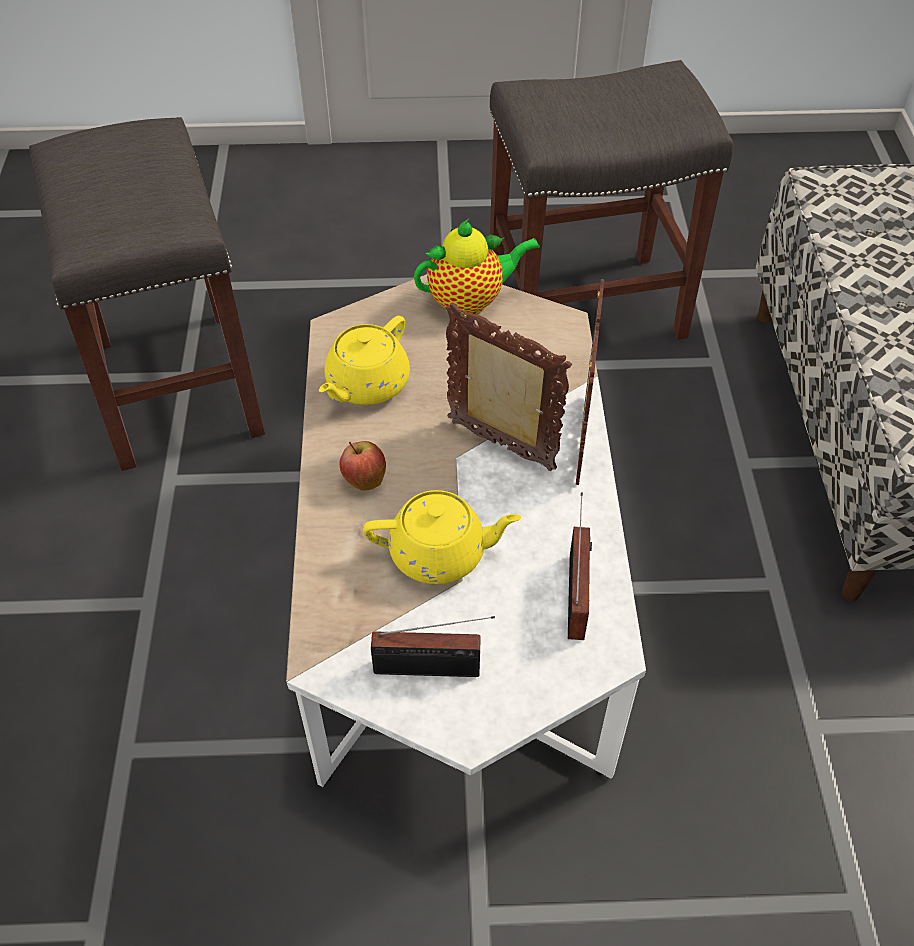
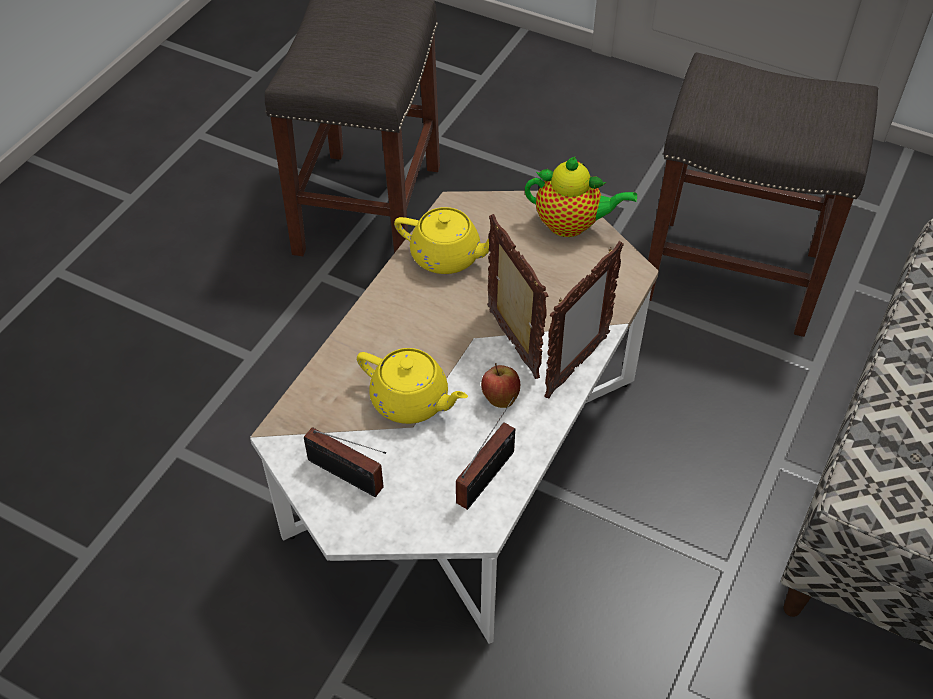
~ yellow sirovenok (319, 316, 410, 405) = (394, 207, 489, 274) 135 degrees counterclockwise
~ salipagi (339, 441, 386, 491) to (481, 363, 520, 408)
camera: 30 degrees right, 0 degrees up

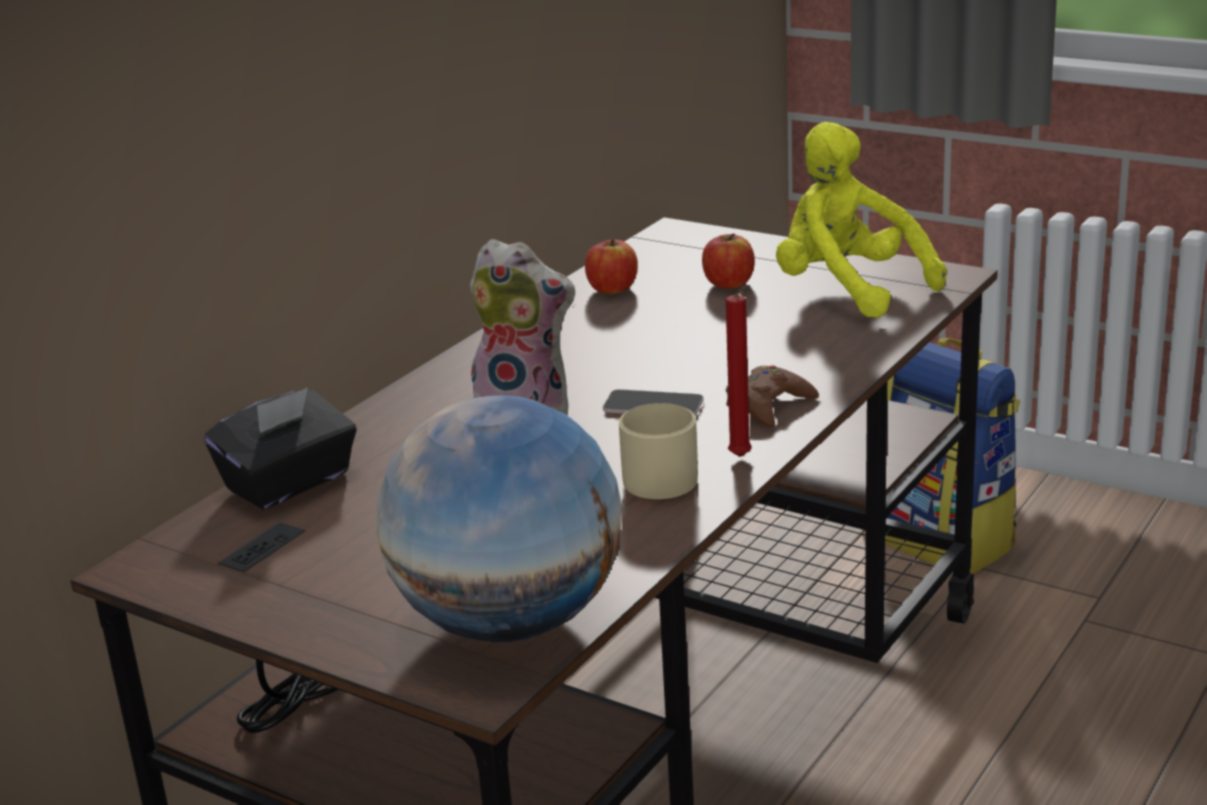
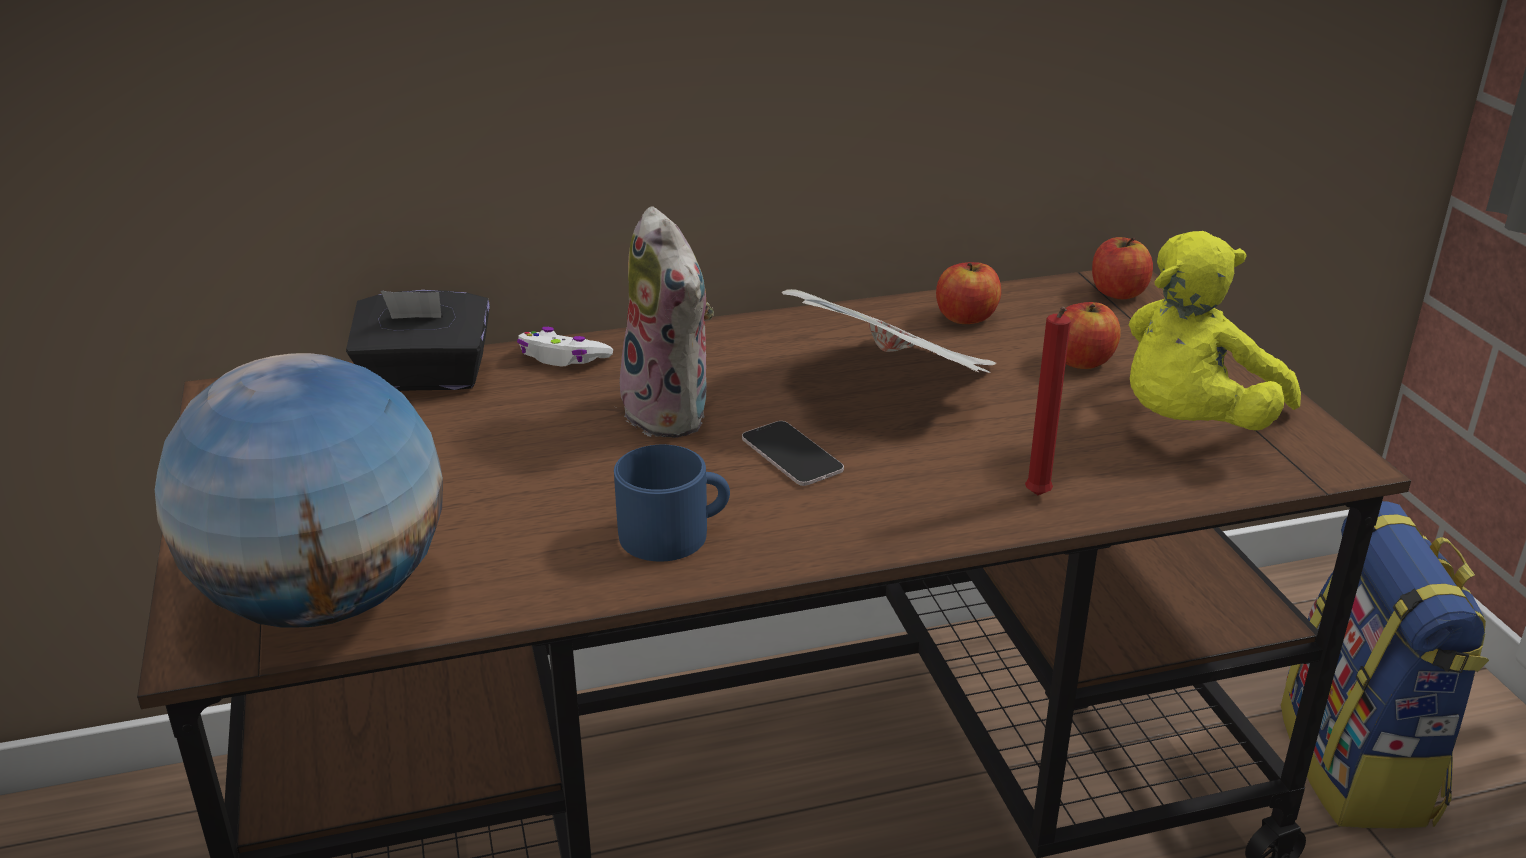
~ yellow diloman (776, 122, 947, 318) = (1128, 231, 1301, 430) 135 degrees counterclockwise
~ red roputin (726, 285, 752, 457) to (1025, 307, 1071, 495)
- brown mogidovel (726, 365, 819, 427)
~ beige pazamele (619, 403, 698, 499) to blue pazamele (614, 445, 730, 561)
+ salipagi (1092, 237, 1153, 299)
+ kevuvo (781, 289, 996, 373)
+ white mogidovel (517, 327, 613, 367)
camera: 40 degrees right, 5 degrees up

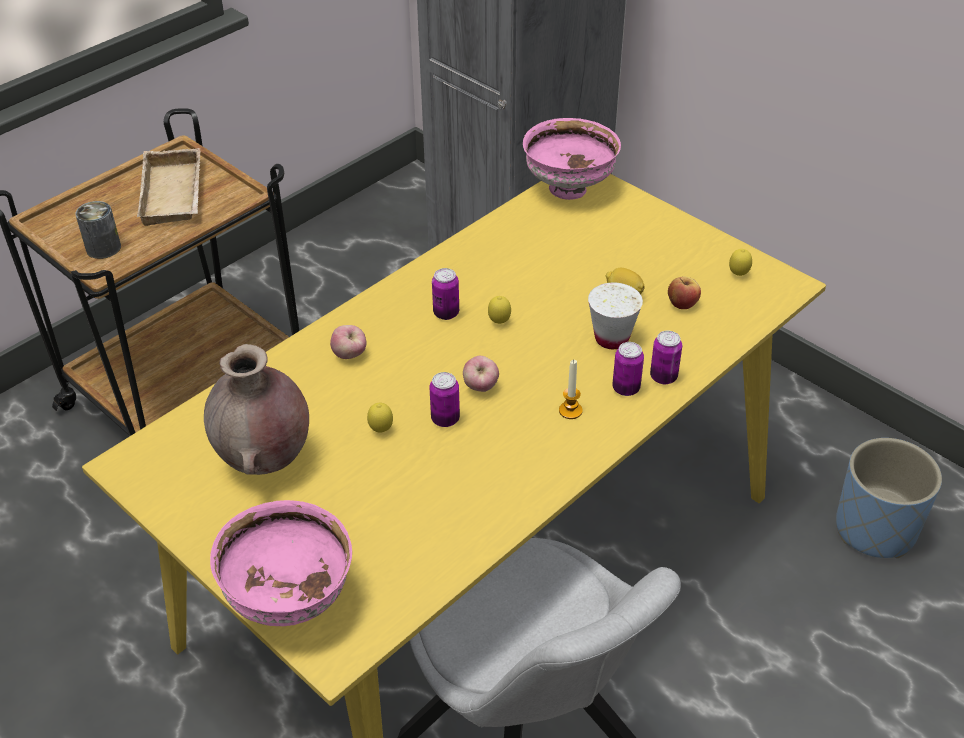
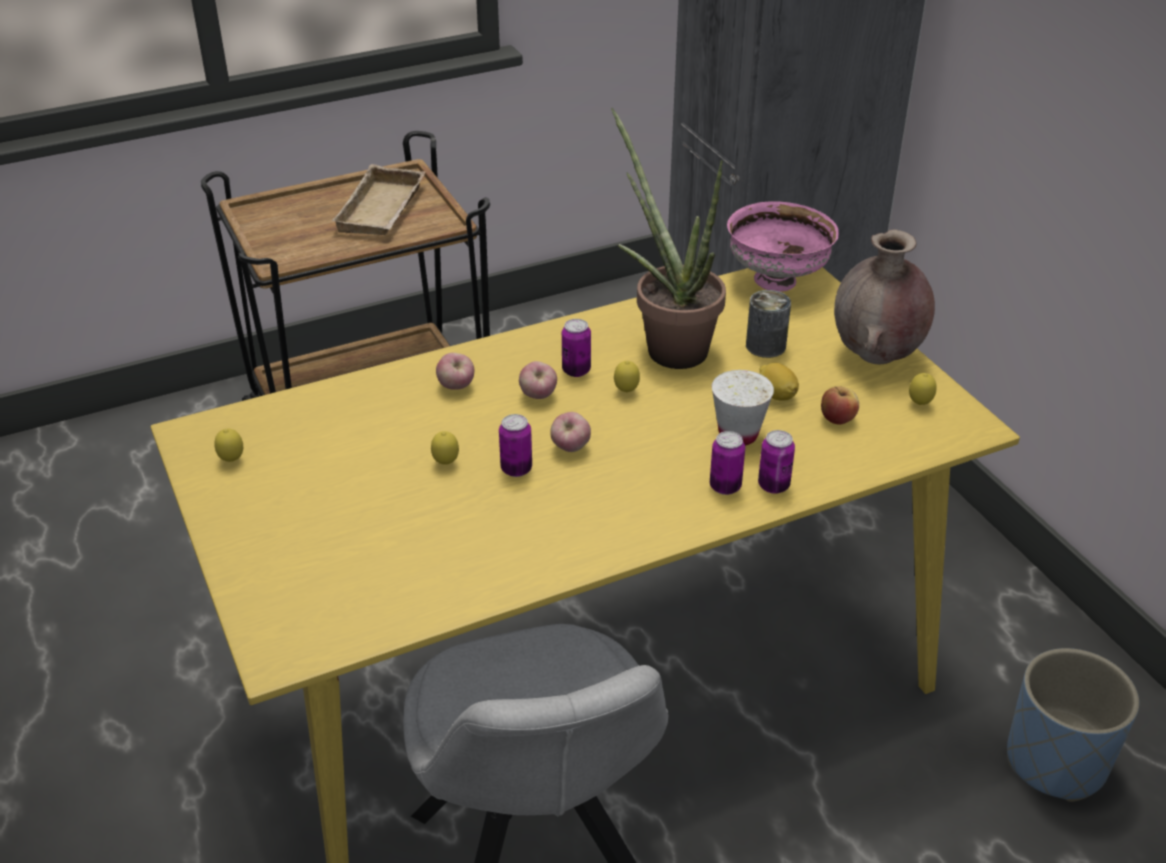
~ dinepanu (76, 201, 121, 259) to (746, 290, 791, 358)
~ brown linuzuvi (204, 344, 309, 475) to (834, 229, 935, 364)
- roputin (559, 360, 583, 419)
- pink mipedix (210, 500, 352, 626)
+ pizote (611, 108, 726, 369)
+ salipagi (519, 361, 557, 399)
+ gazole (214, 429, 243, 462)
camera: 20 degrees right, 5 degrees down

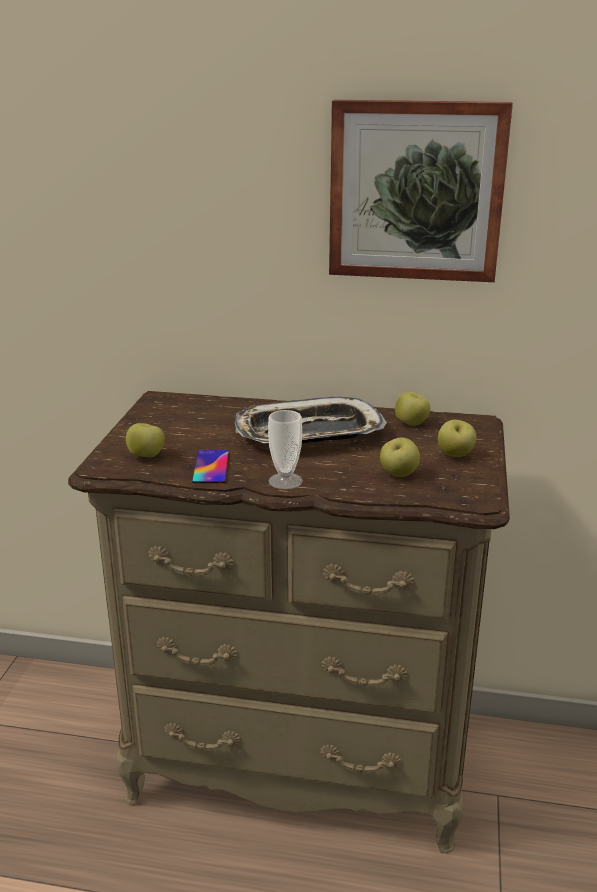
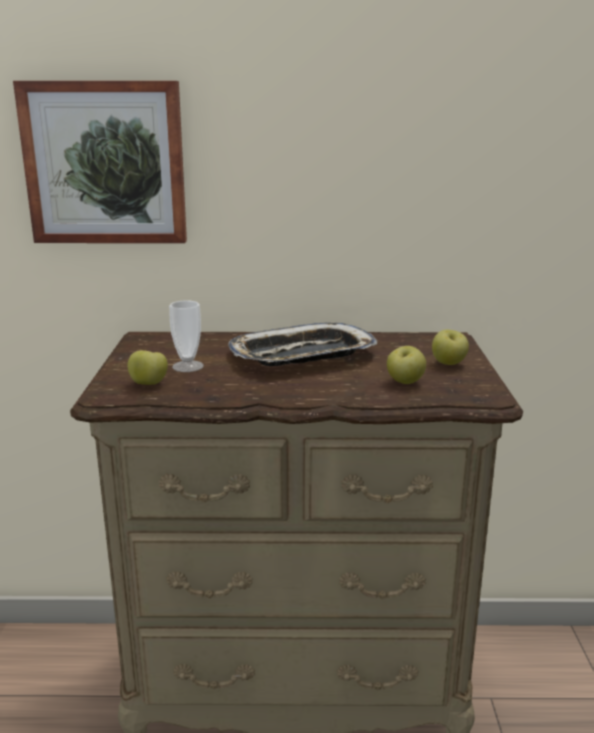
~ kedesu (329, 100, 513, 282) to (13, 81, 187, 243)
- salipagi (395, 392, 430, 426)
~ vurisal (268, 410, 303, 490) to (169, 300, 204, 372)
- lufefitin (192, 450, 230, 483)
camera: 10 degrees left, 5 degrees down

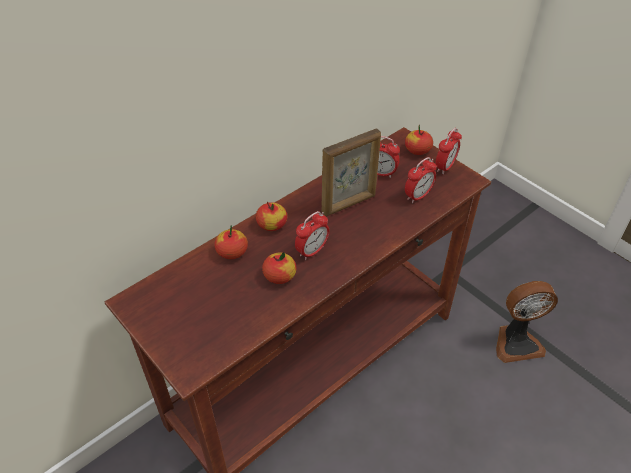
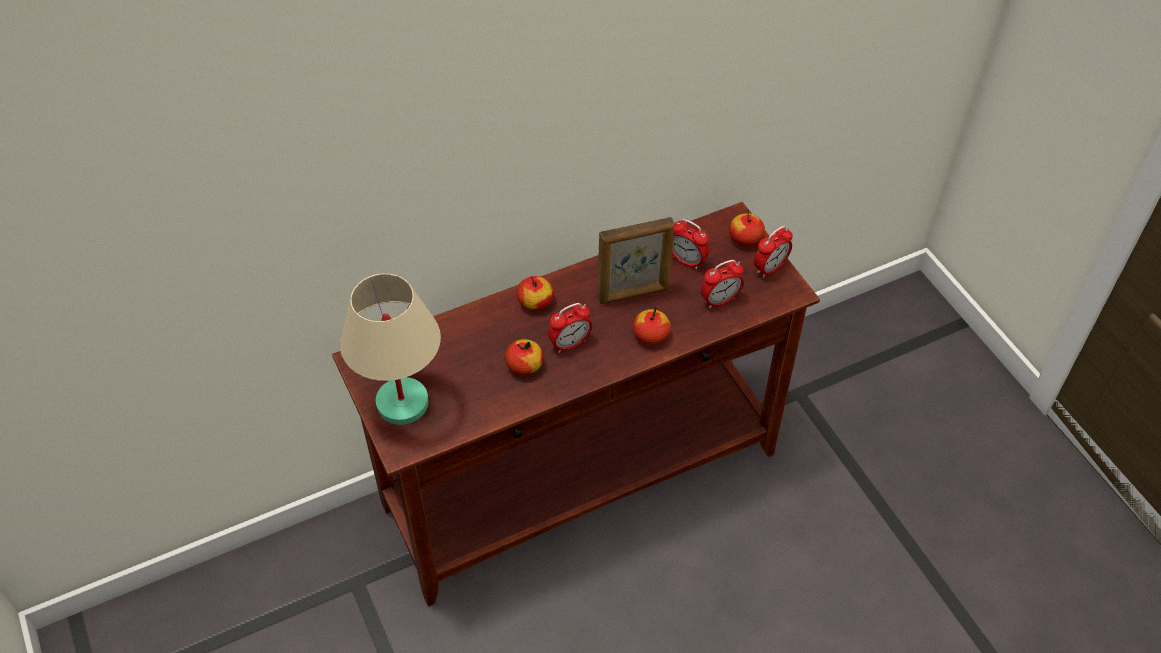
~ salipagi (215, 225, 248, 259) to (633, 307, 671, 345)
- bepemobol (496, 281, 558, 363)
+ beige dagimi (340, 273, 441, 425)
camera: 15 degrees right, 5 degrees up

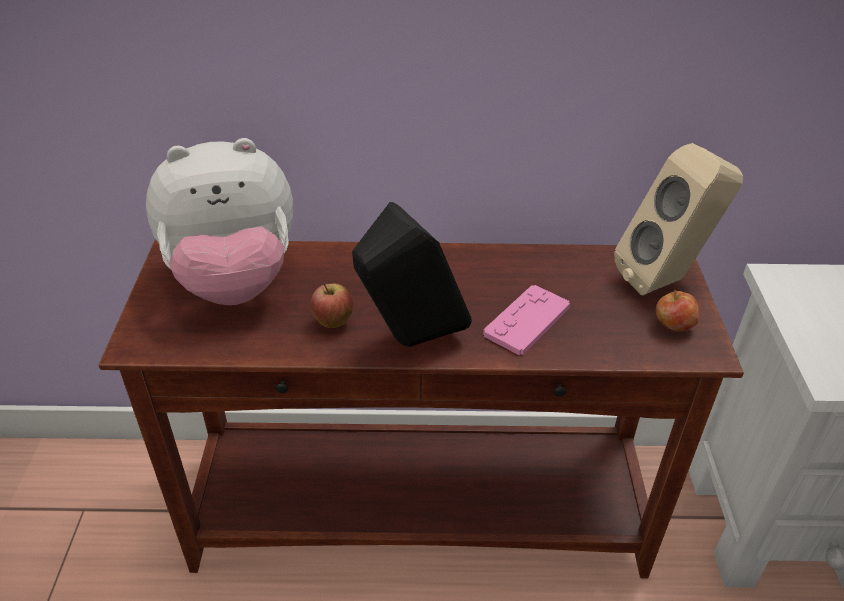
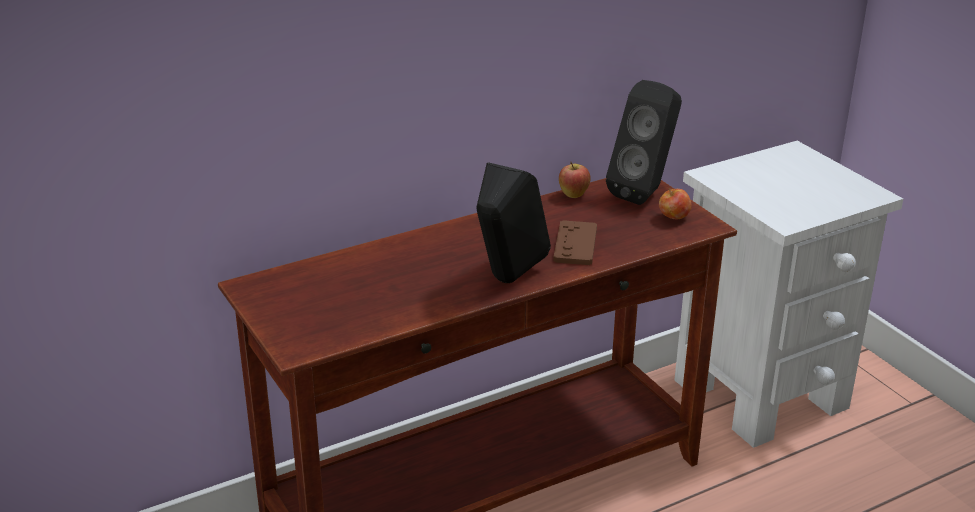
- diloman (146, 138, 293, 305)
~ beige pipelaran (614, 143, 743, 295) to black pipelaran (606, 80, 682, 205)
~ salipagi (311, 282, 353, 328) to (559, 162, 591, 198)
~ pink mogidovel (483, 285, 570, 355) to brown mogidovel (553, 220, 597, 265)
camera: 30 degrees left, 10 degrees down

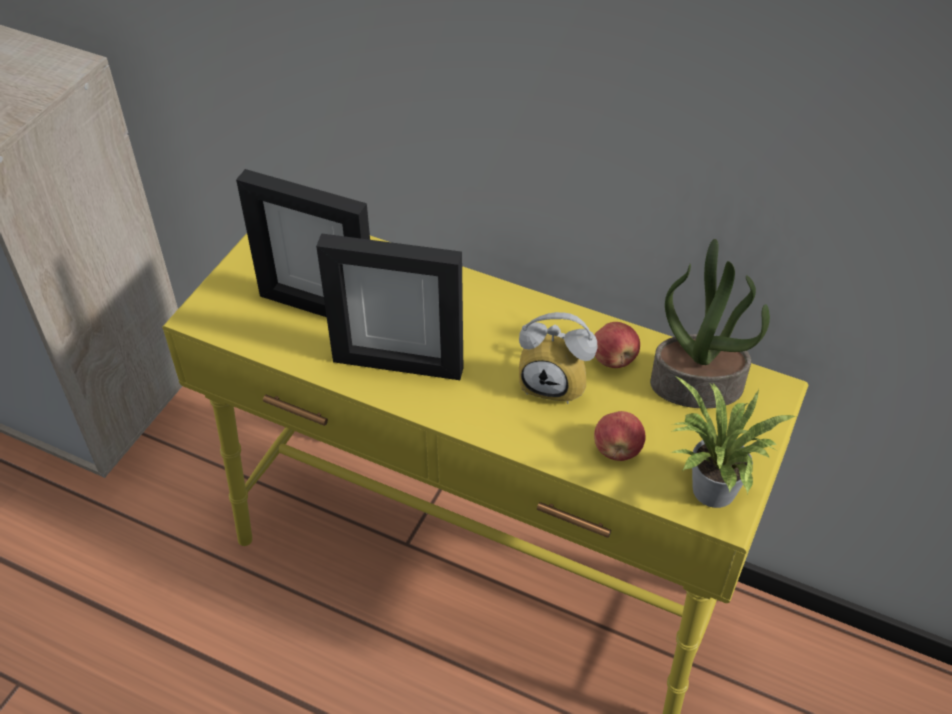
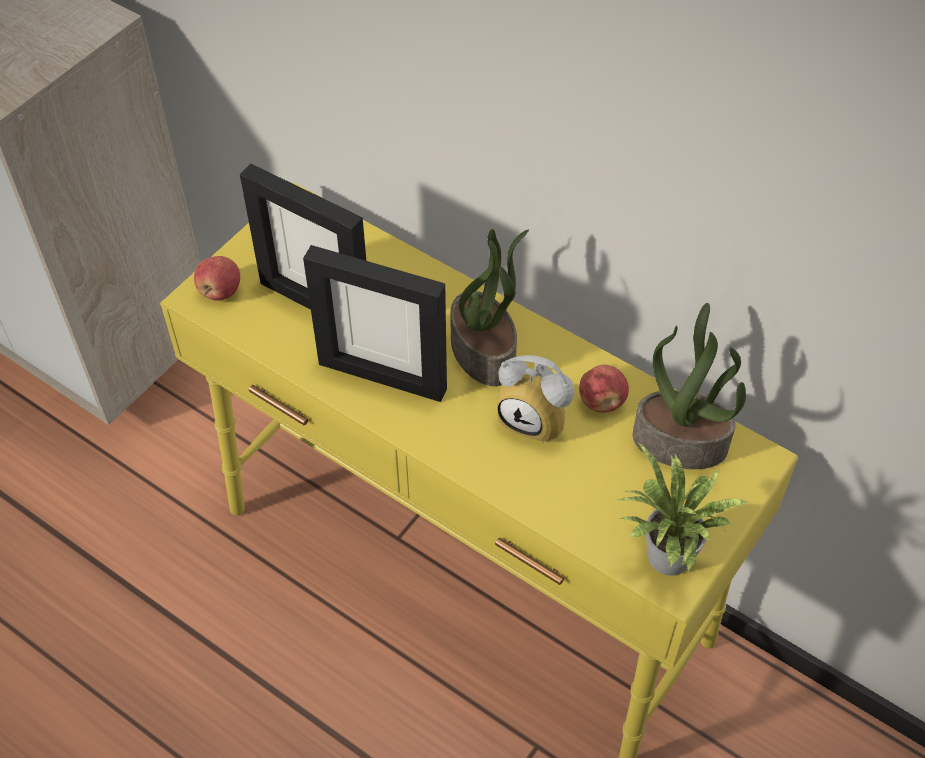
~ salipagi (594, 411, 646, 461) to (194, 256, 240, 301)
+ pizote (450, 229, 529, 386)
camera: 10 degrees right, 5 degrees up

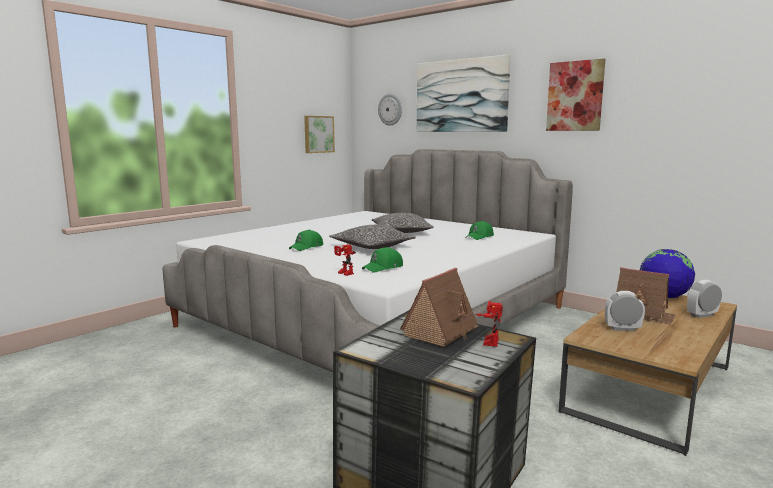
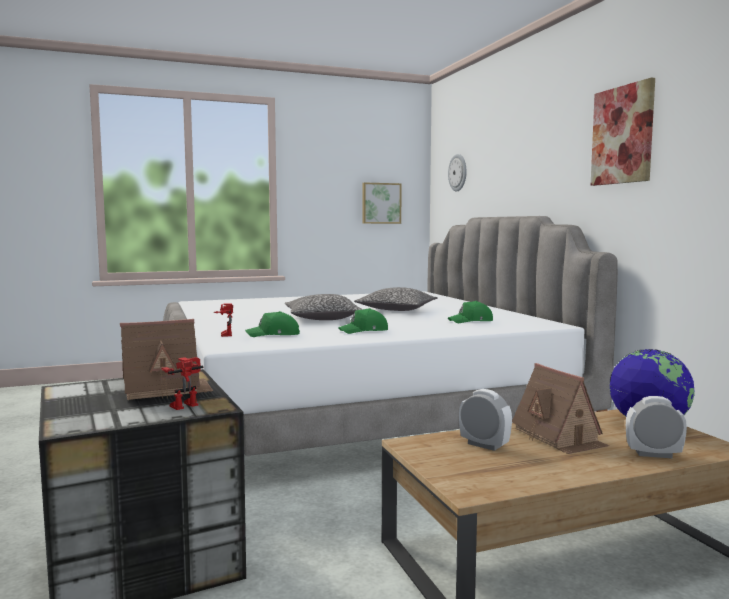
- kedesu (417, 54, 511, 132)
~ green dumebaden (289, 229, 323, 251) to (338, 308, 388, 334)
camera: 30 degrees right, 5 degrees down

